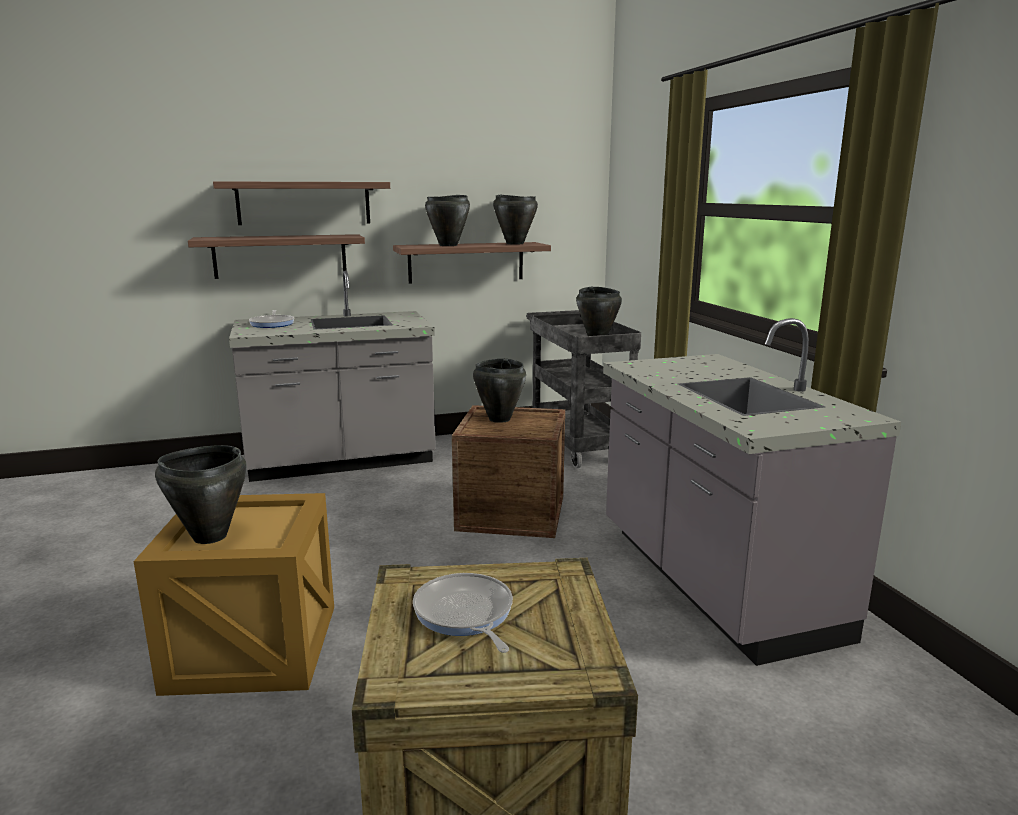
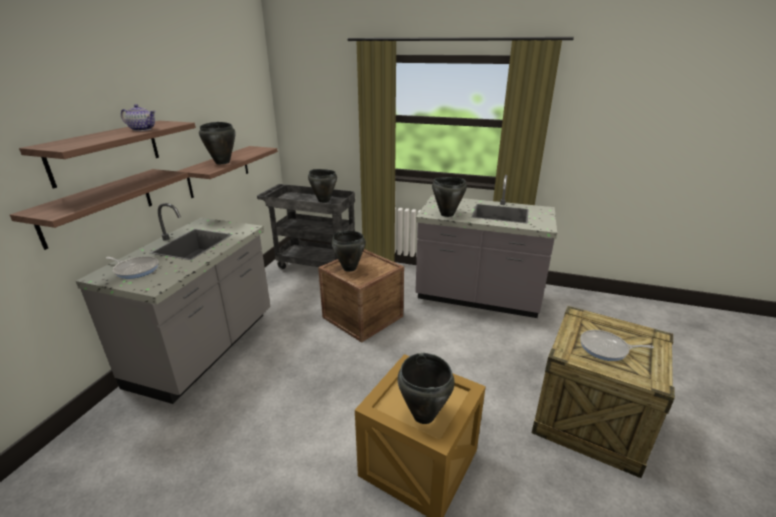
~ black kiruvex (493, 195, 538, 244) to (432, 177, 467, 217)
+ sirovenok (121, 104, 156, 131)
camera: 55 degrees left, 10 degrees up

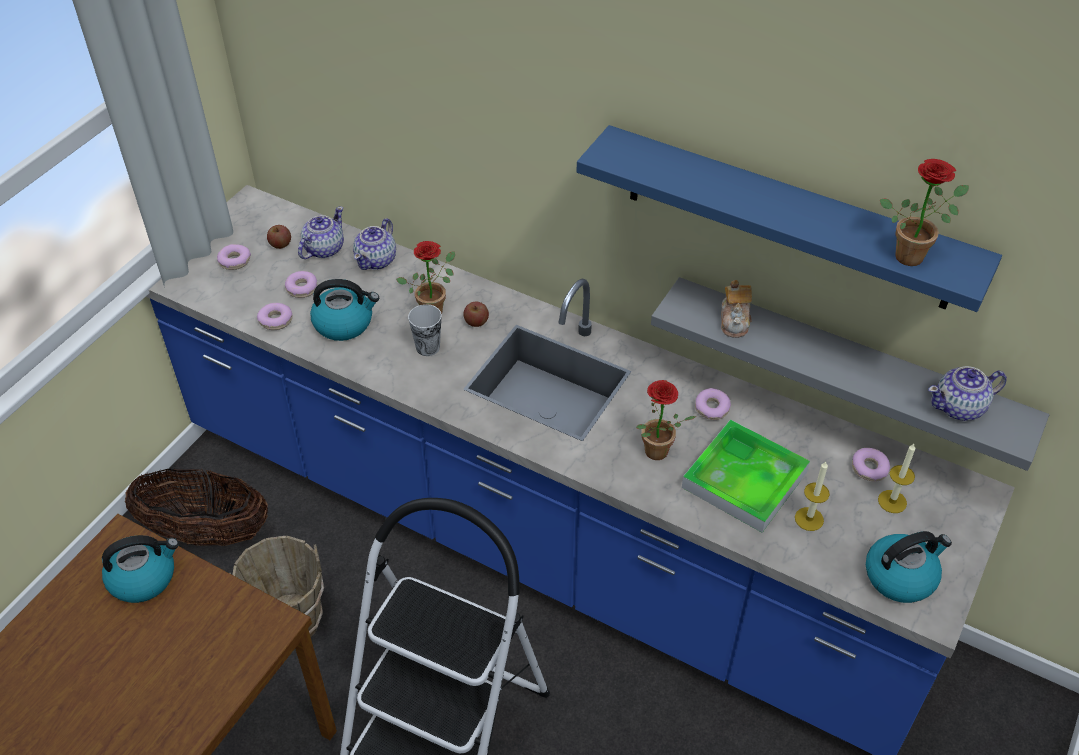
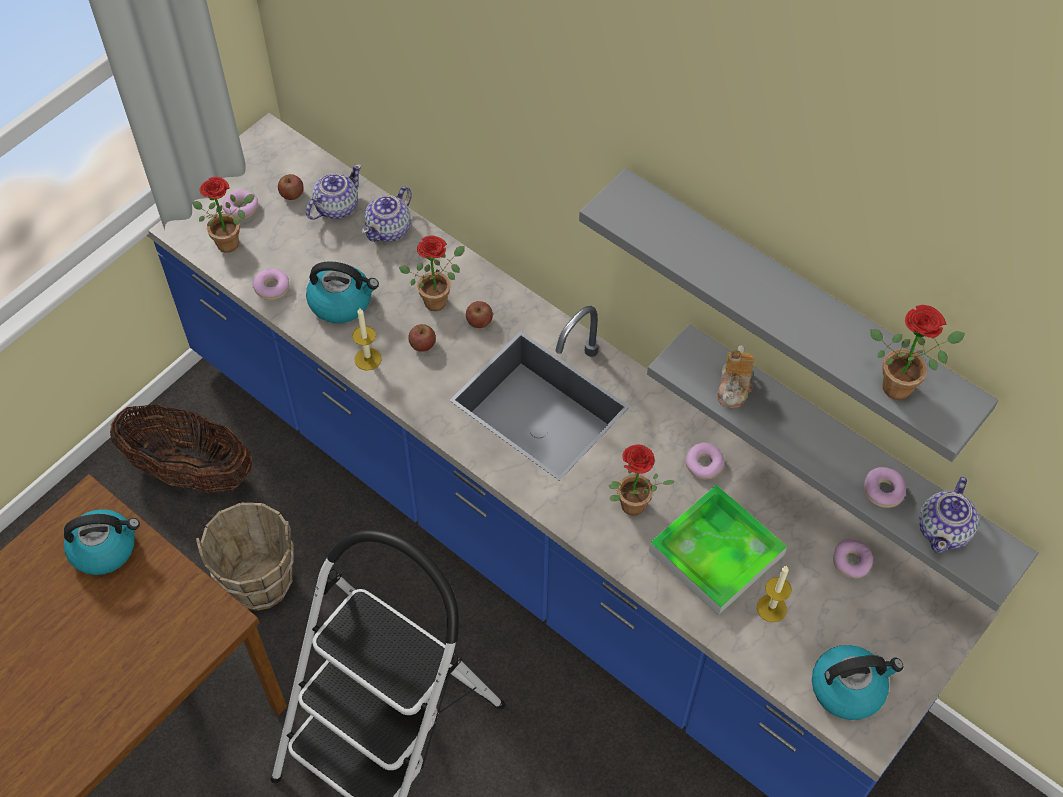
~ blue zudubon (576, 125, 1002, 312) to grey zudubon (579, 168, 998, 462)
~ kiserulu (285, 271, 317, 298) to (864, 467, 906, 508)
~ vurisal (408, 304, 442, 356) to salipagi (408, 324, 436, 352)
~ sirovenok (928, 366, 1007, 421) = (919, 477, 979, 553) 60 degrees counterclockwise
~ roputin (878, 444, 915, 513) to (352, 308, 382, 371)
+ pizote (193, 177, 255, 253)
camera: 10 degrees right, 10 degrees up

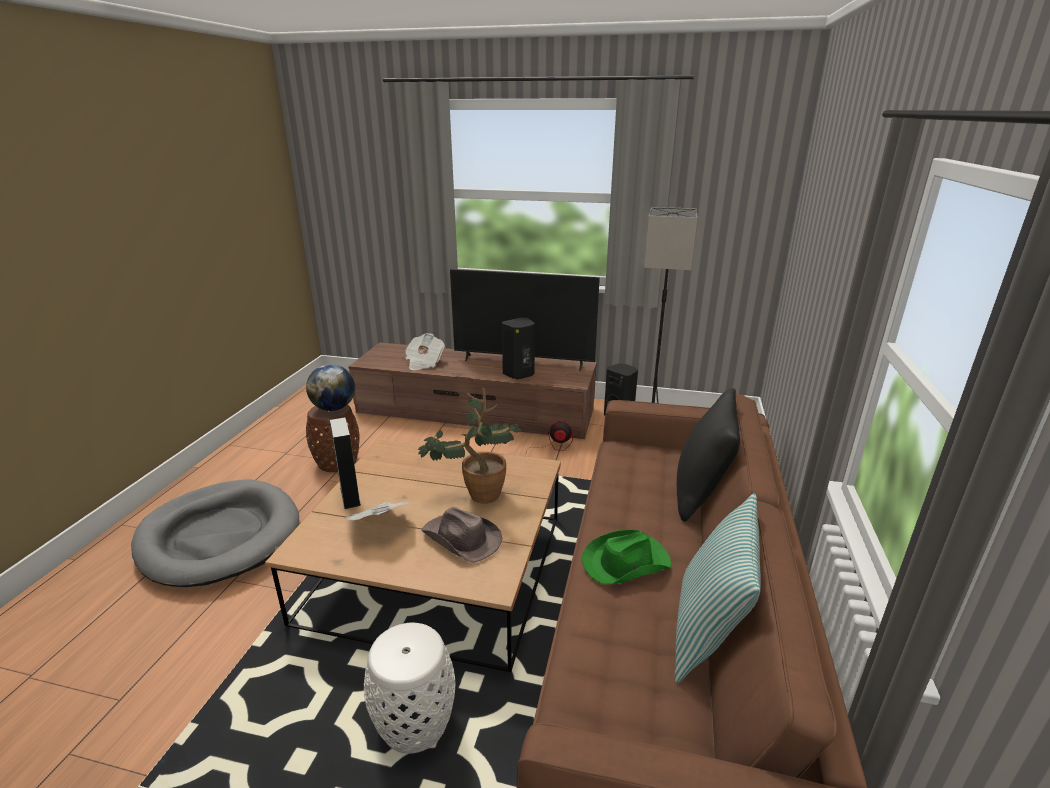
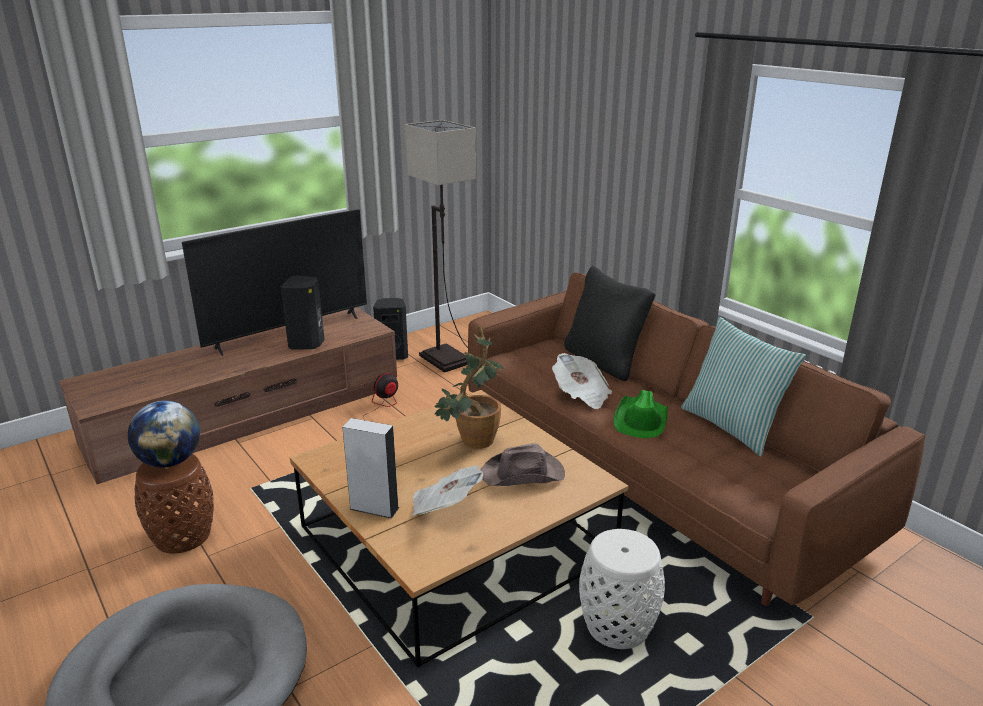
~ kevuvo (405, 333, 445, 370) to (552, 353, 612, 409)
camera: 50 degrees left, 0 degrees up

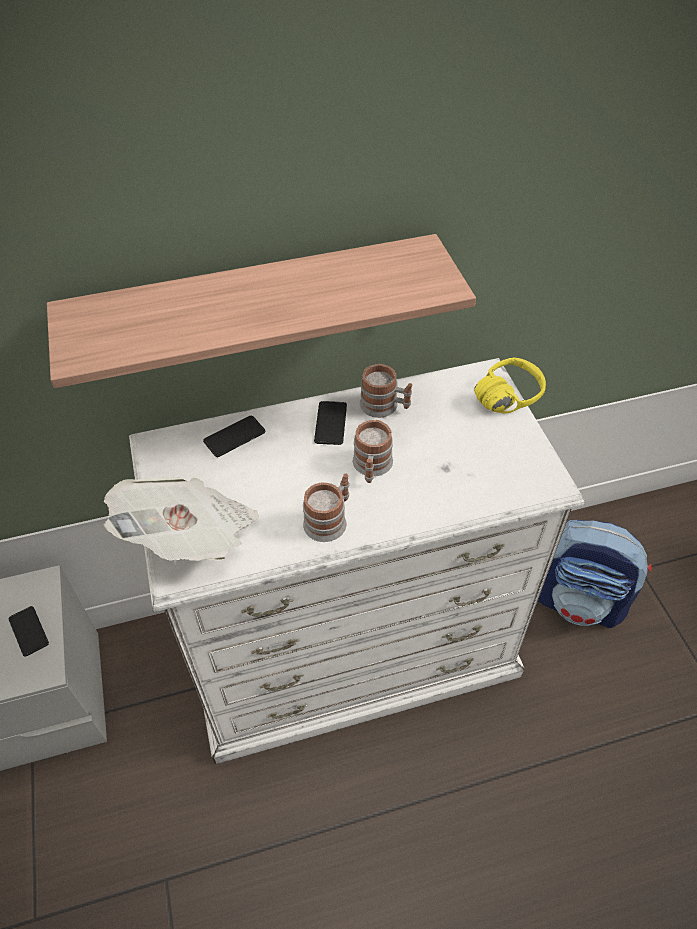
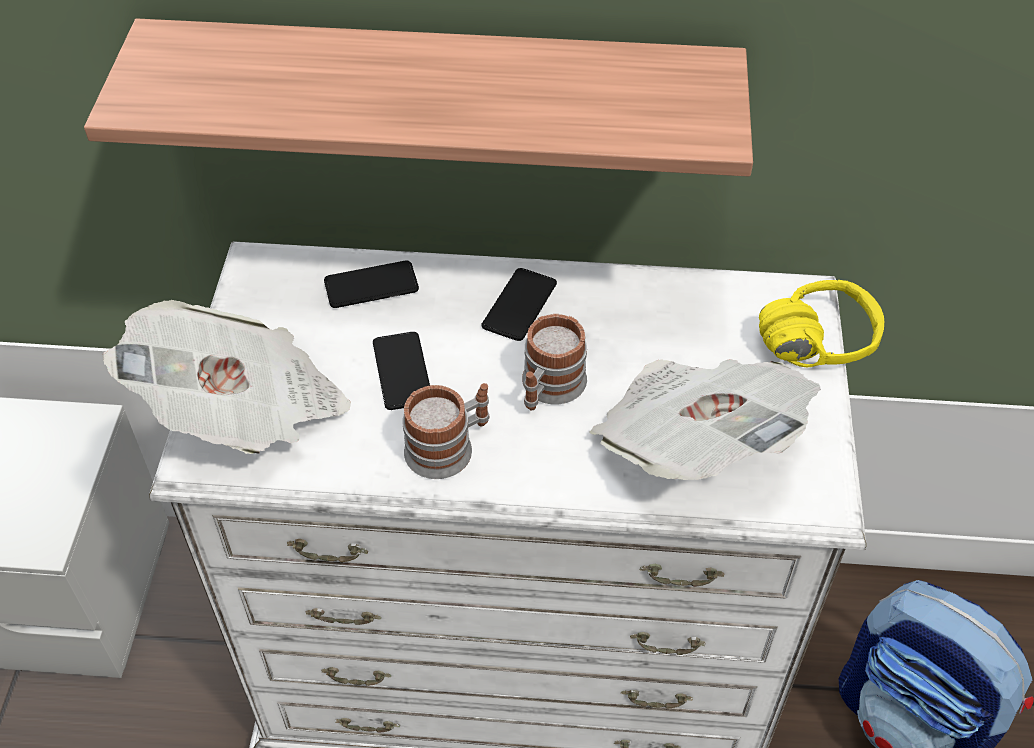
- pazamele (360, 364, 412, 418)
~ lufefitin (9, 606, 49, 657) to (373, 332, 430, 410)
+ kevuvo (590, 359, 821, 480)
camera: 20 degrees right, 0 degrees up

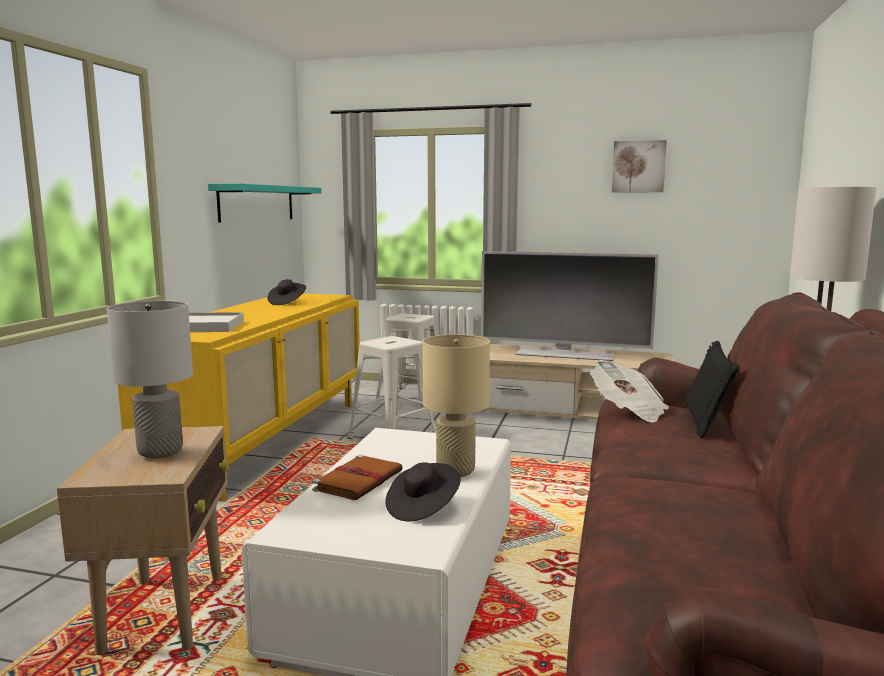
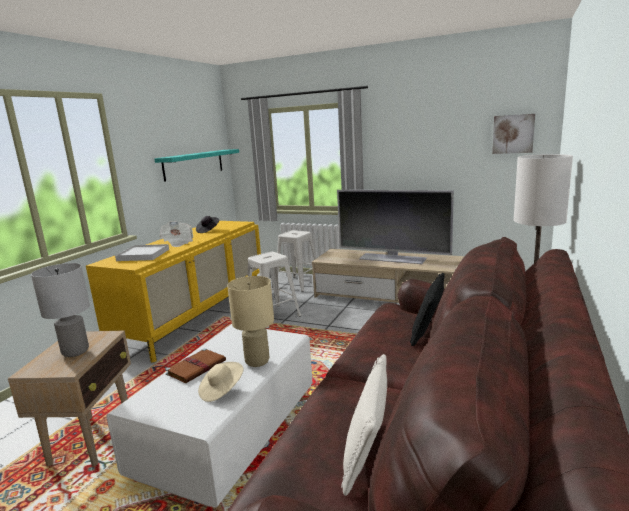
~ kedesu (612, 140, 667, 193) to (492, 114, 535, 154)
~ kevuvo (590, 360, 669, 423) to (159, 221, 193, 247)
~ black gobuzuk (385, 462, 461, 521) to beige gobuzuk (198, 362, 244, 402)
+ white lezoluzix (341, 354, 387, 496)
camera: 10 degrees right, 5 degrees up

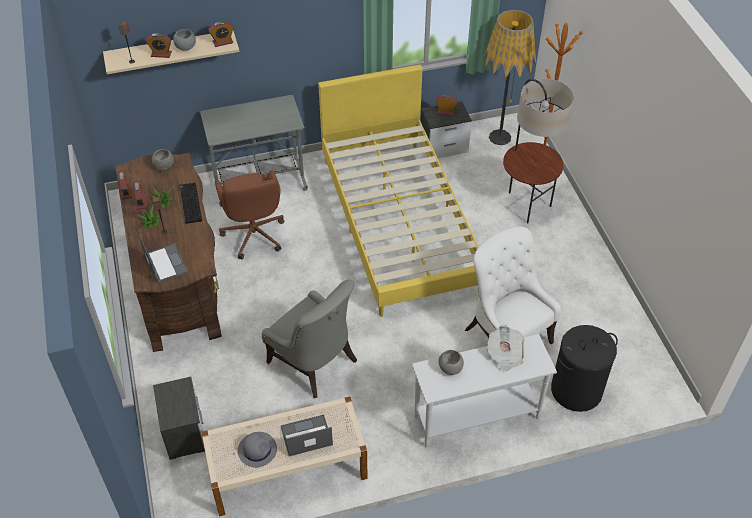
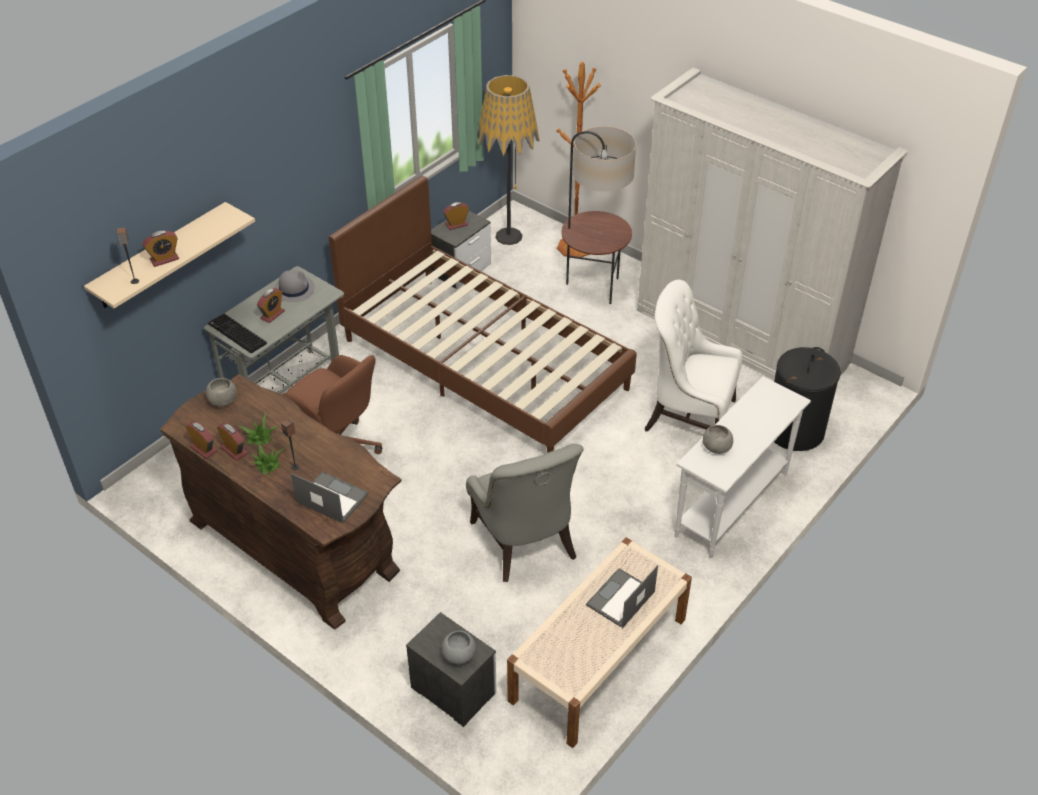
~ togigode (209, 21, 234, 47) to (257, 288, 285, 323)
~ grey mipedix (173, 29, 196, 51) to (442, 631, 476, 664)
~ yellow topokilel (318, 64, 479, 317) to brown topokilel (328, 176, 637, 453)
~ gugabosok (180, 183, 202, 224) to (208, 314, 267, 353)
~ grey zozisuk (262, 280, 357, 398) = (466, 444, 584, 582) 60 degrees clockwise
- kevuvo (487, 325, 525, 372)
~ grey gobuzuk (238, 432, 277, 468) to (274, 271, 315, 302)
+ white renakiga (637, 68, 909, 380)
camera: 35 degrees left, 5 degrees down

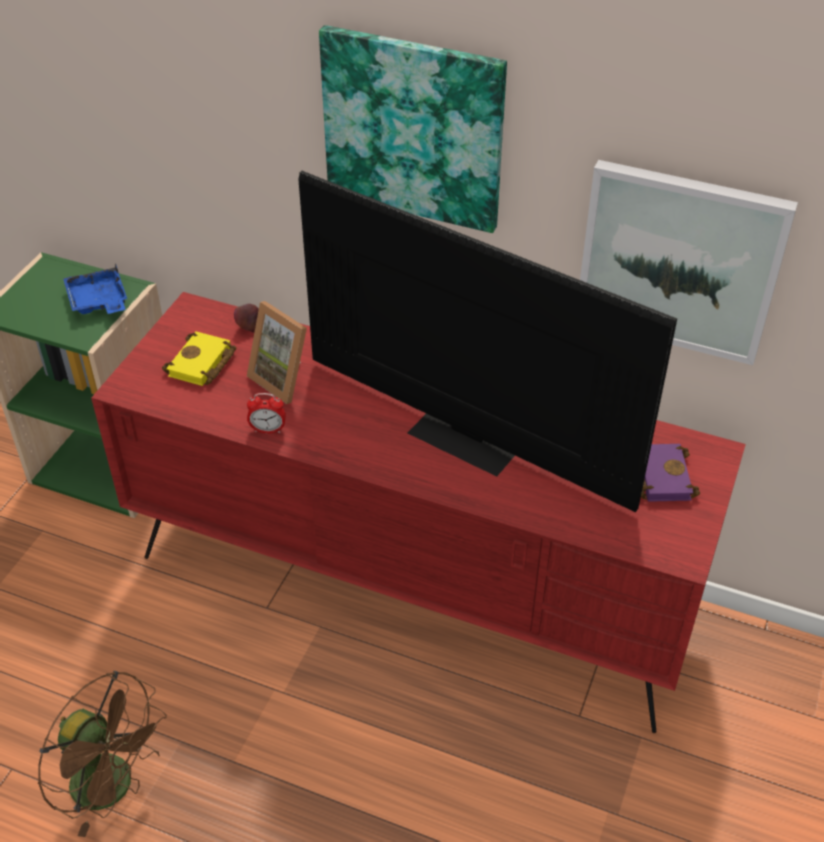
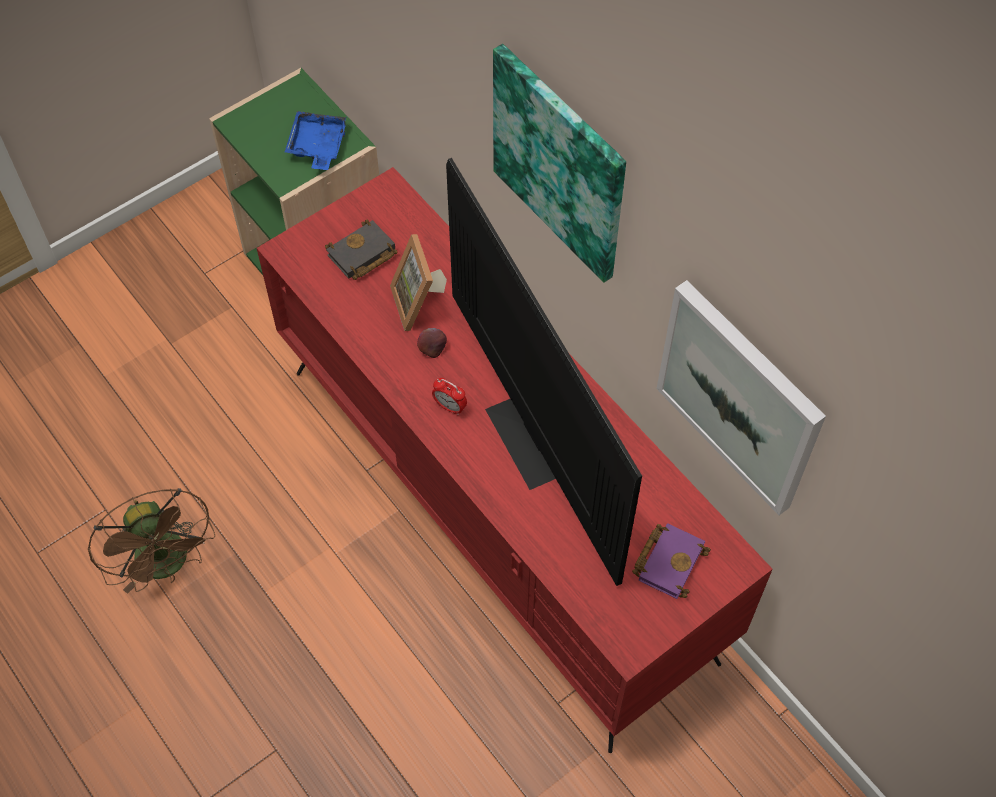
~ salipagi (234, 304, 259, 332) to (417, 328, 447, 358)
~ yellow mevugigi (162, 331, 236, 386) to black mevugigi (325, 220, 397, 280)
~ togigode (247, 393, 286, 433) to (432, 378, 467, 415)
camera: 30 degrees right, 15 degrees up

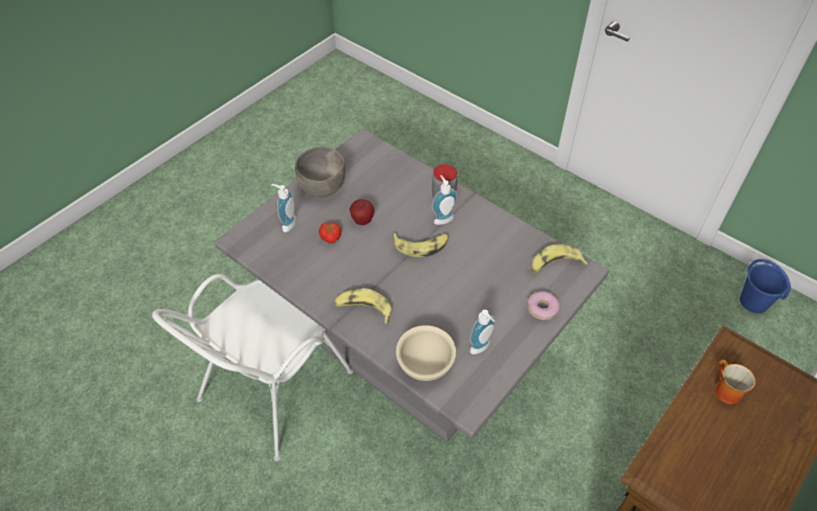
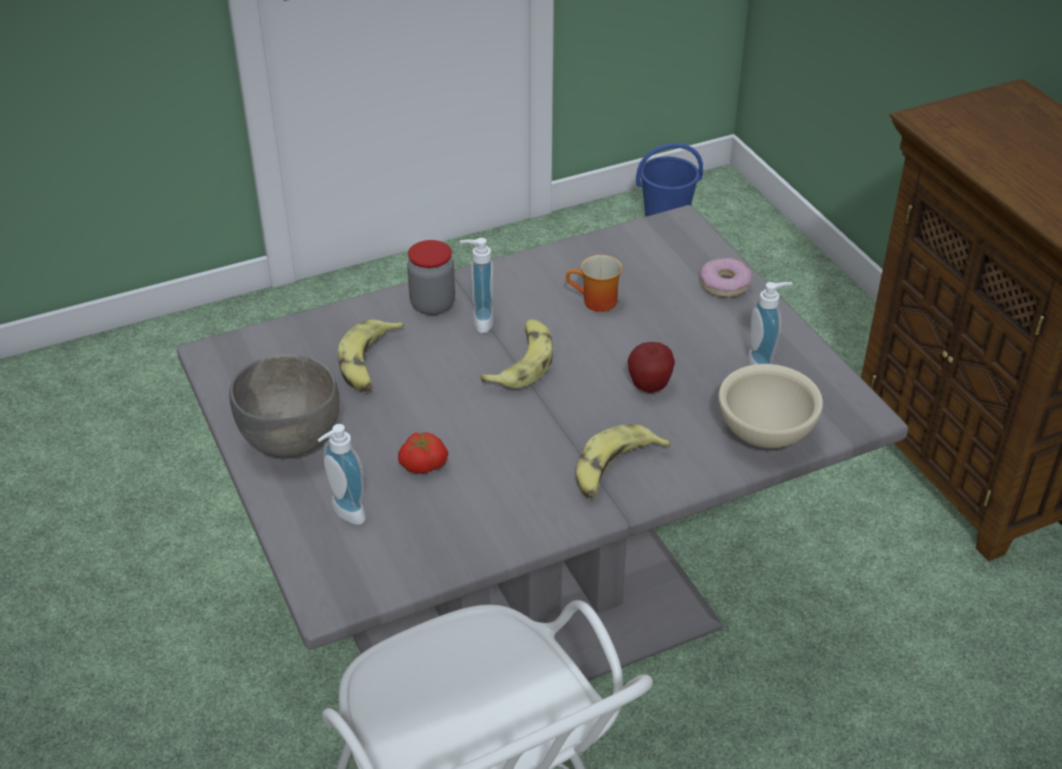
~ salipagi (349, 199, 374, 225) to (628, 342, 675, 393)
~ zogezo (531, 244, 588, 274) to (338, 320, 404, 392)
~ pazamele (715, 360, 756, 404) to (566, 255, 622, 312)
camera: 65 degrees left, 10 degrees down

